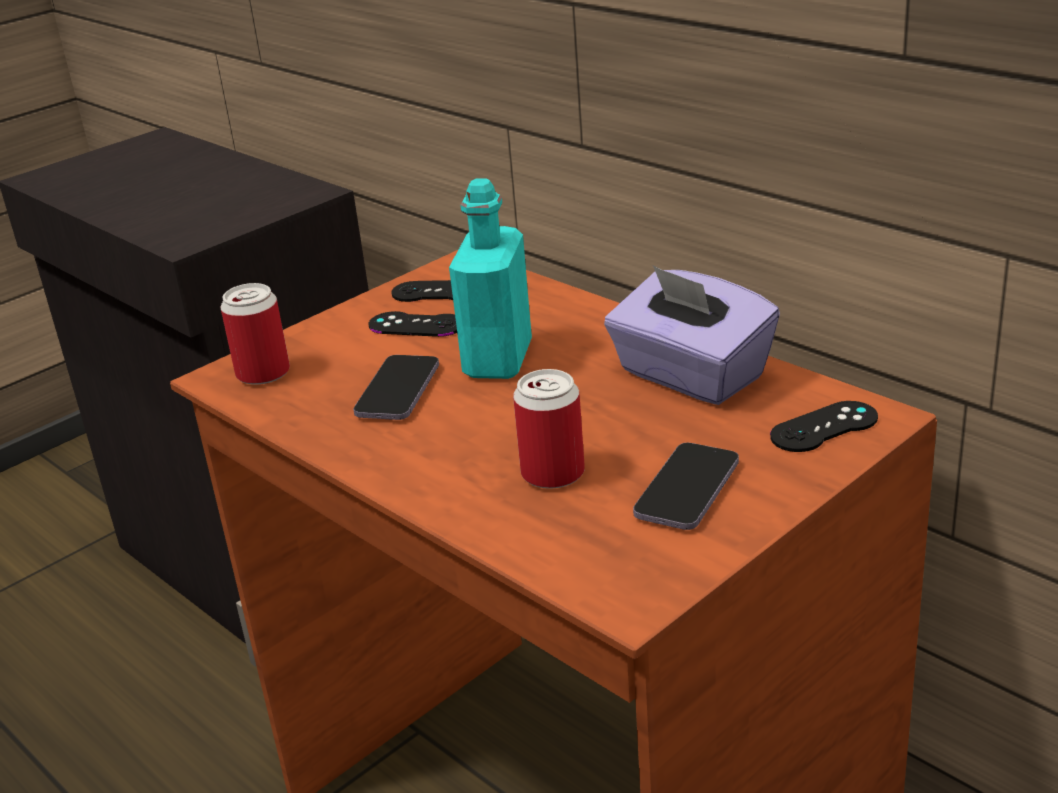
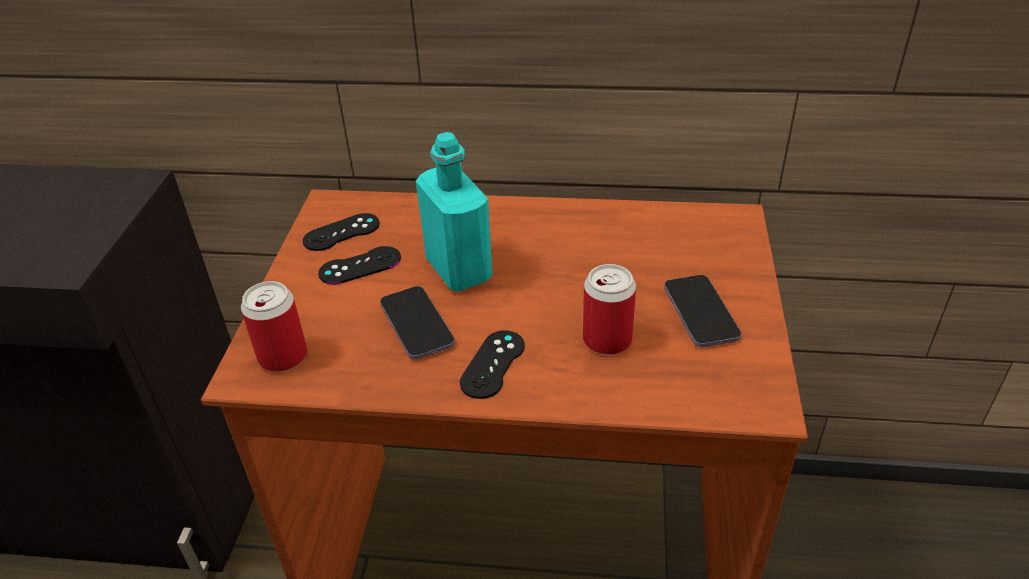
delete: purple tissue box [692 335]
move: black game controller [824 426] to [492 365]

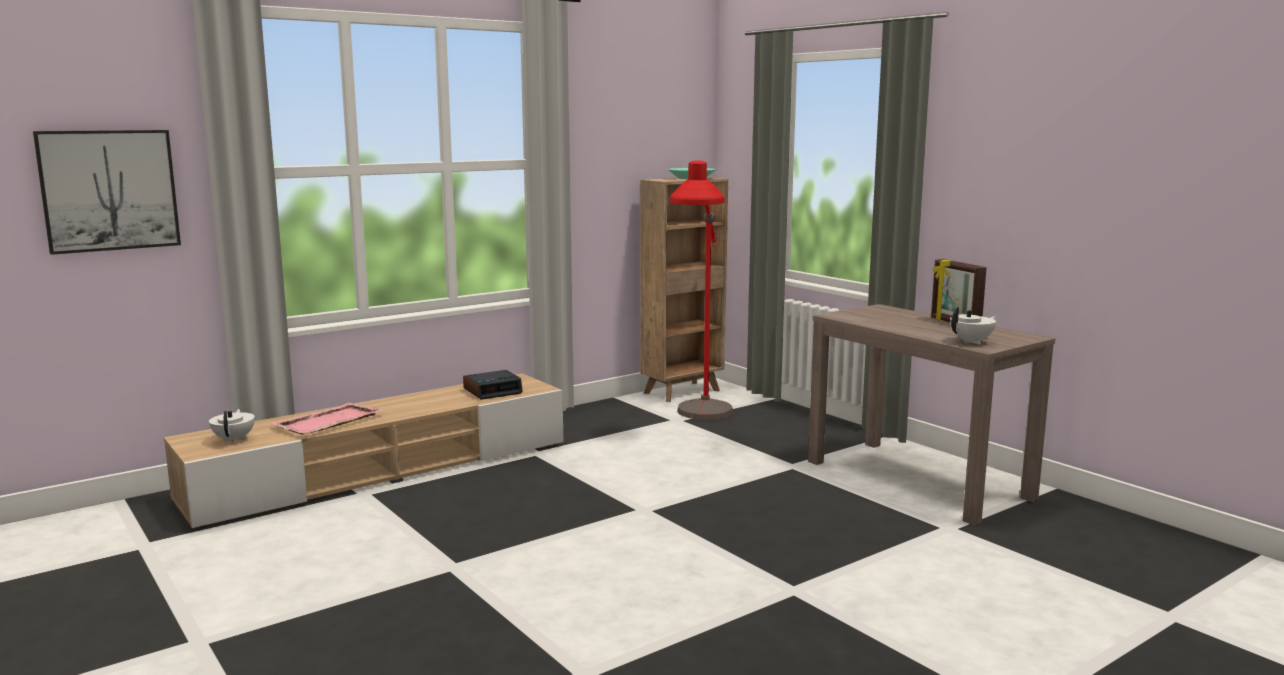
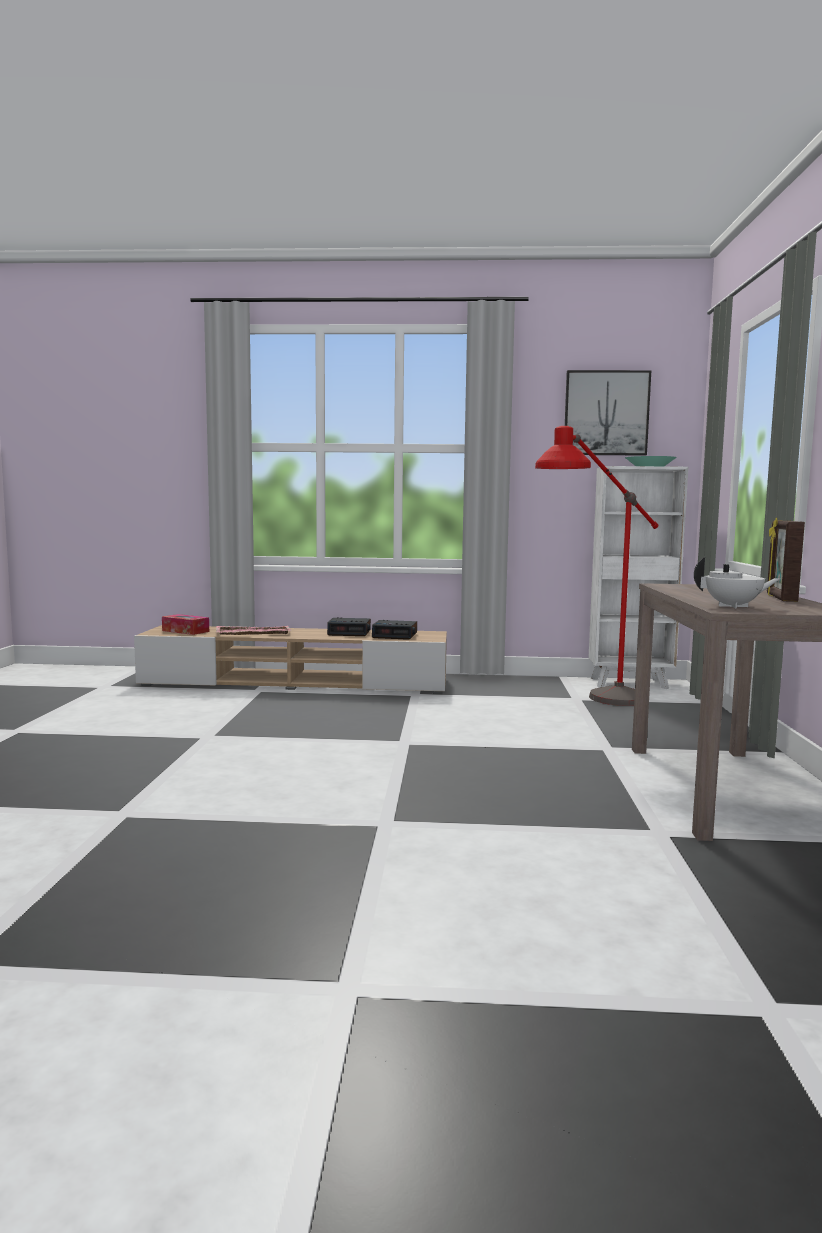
insert: alarm clock [349 626]
move: picture [107 192] to [608 413]
replace: white teapot [232 426] to tissue box [185 624]
recolor: brown bookcase [684 289] to white bookcase [638 577]

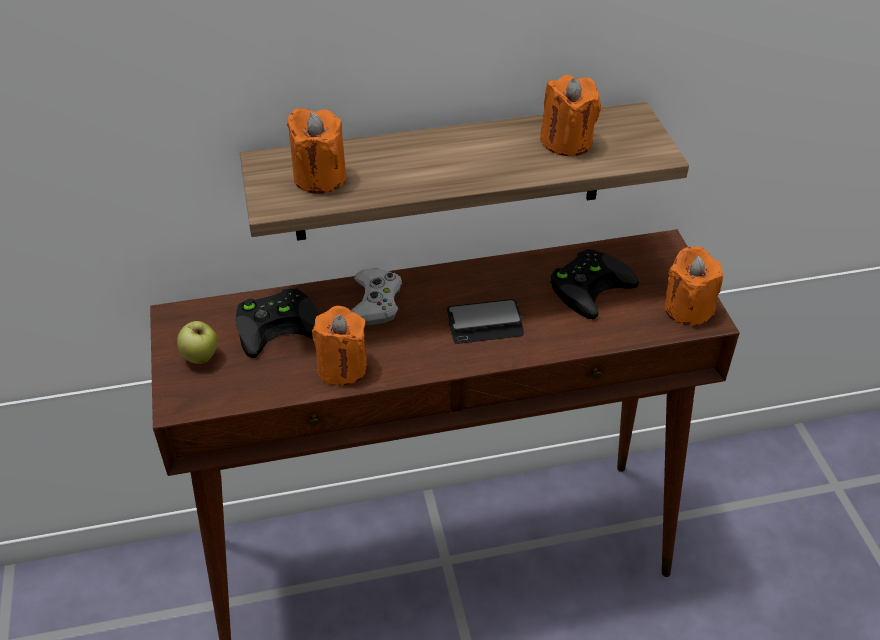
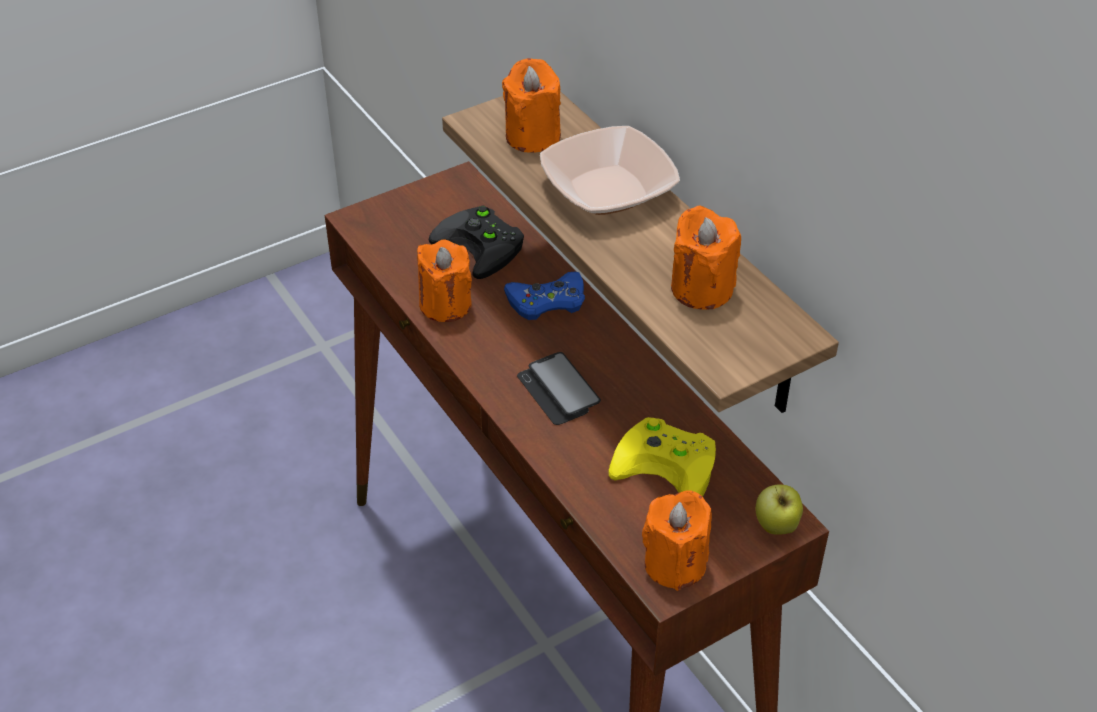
insert: bowl [610 170]
move: apple [197 342] to [779 509]
recolor: black game controller [594 284] to yellow game controller [662 457]; white game controller [376 296] to blue game controller [544 295]

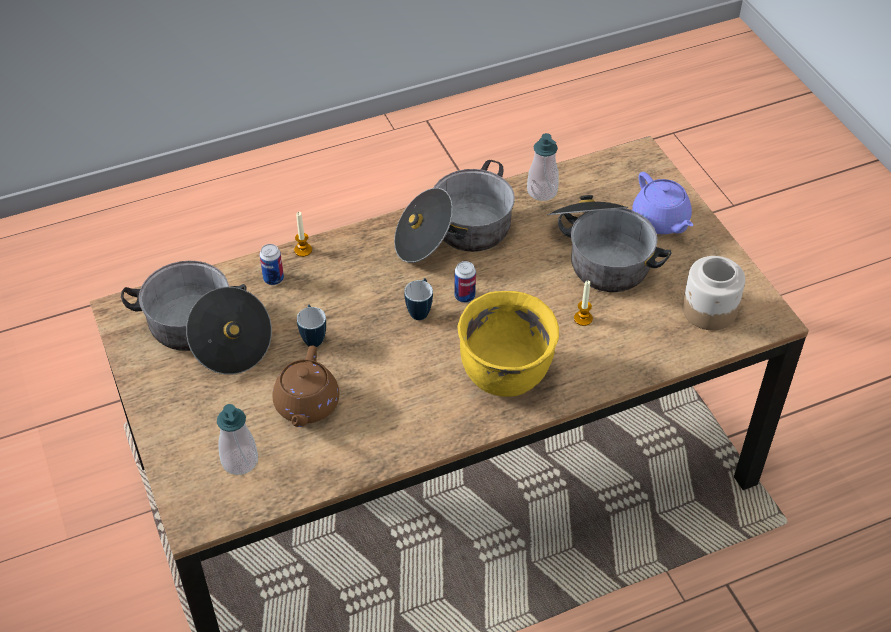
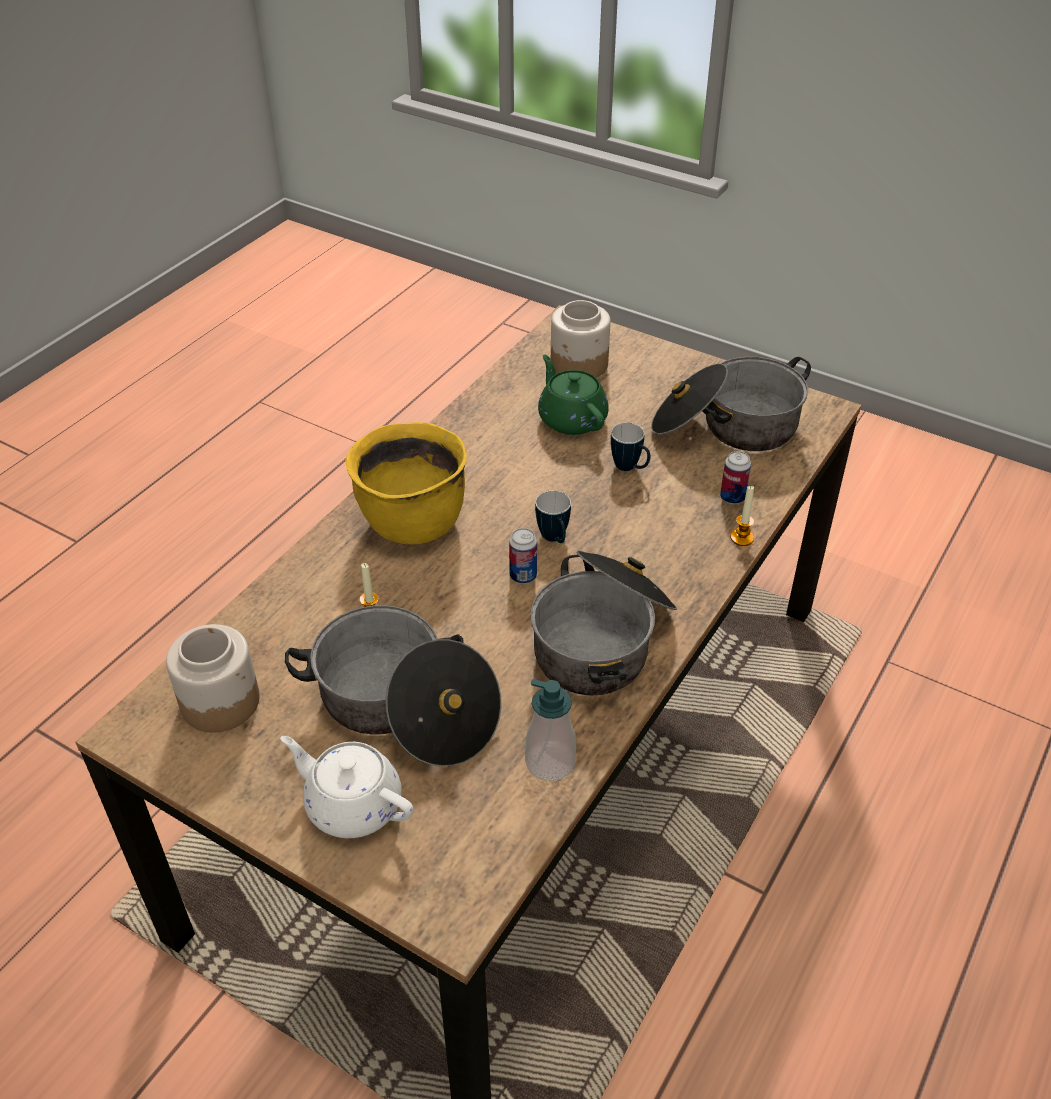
replace: soap dispenser [237 439] to jar [581 339]
recolor: purple teapot [662 203] to white teapot [347 787]; brown teapot [305 386] to green teapot [573 395]

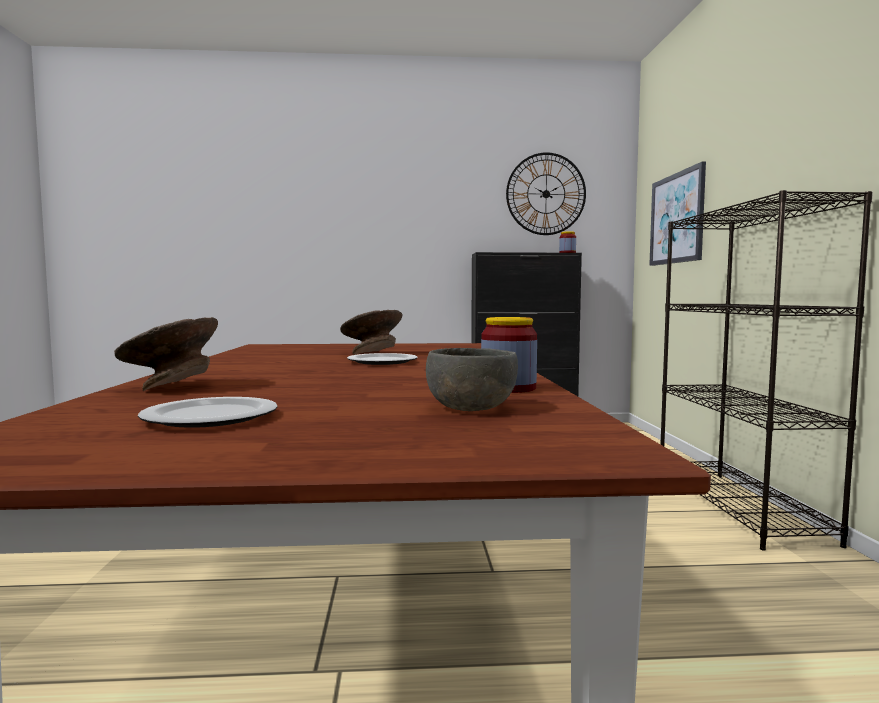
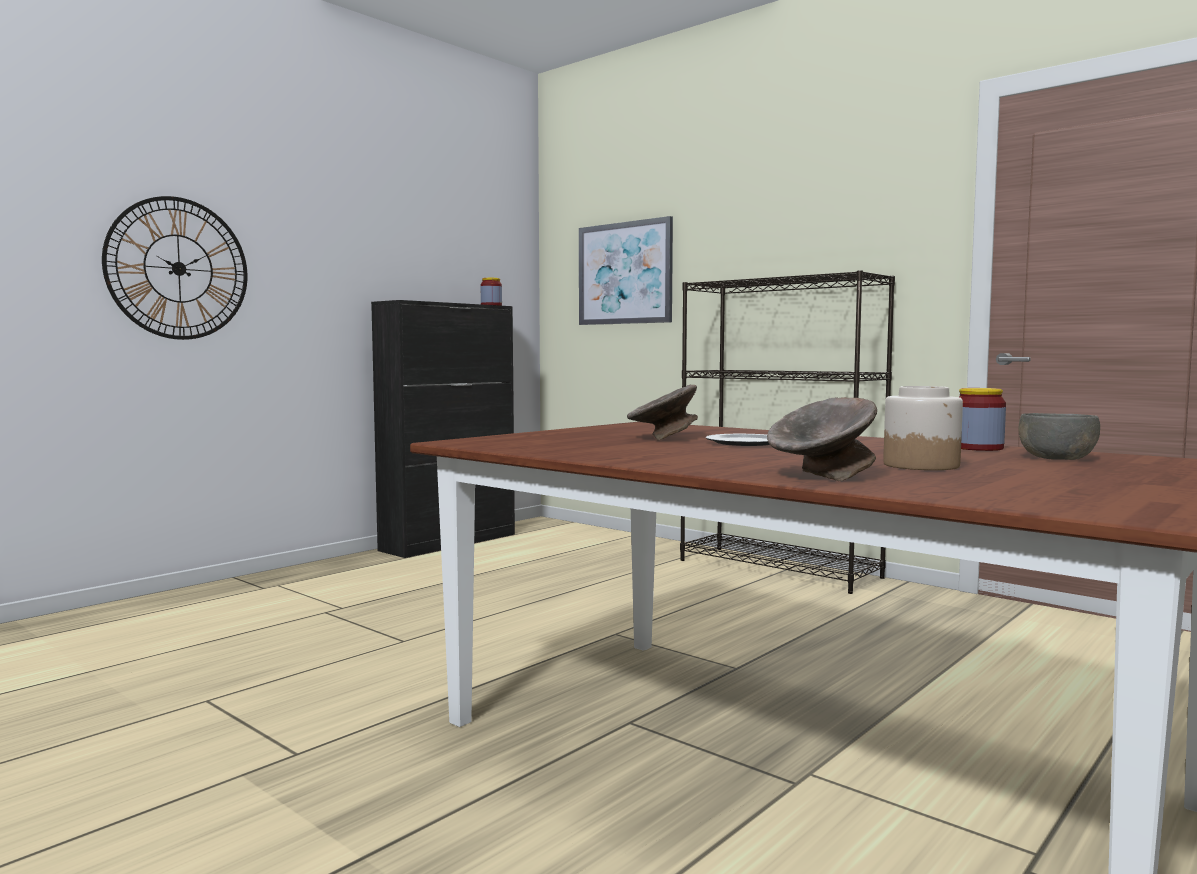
delete: plate [208 412]
insert: jar [923 428]
move: wall clock [546 193] to [175 268]

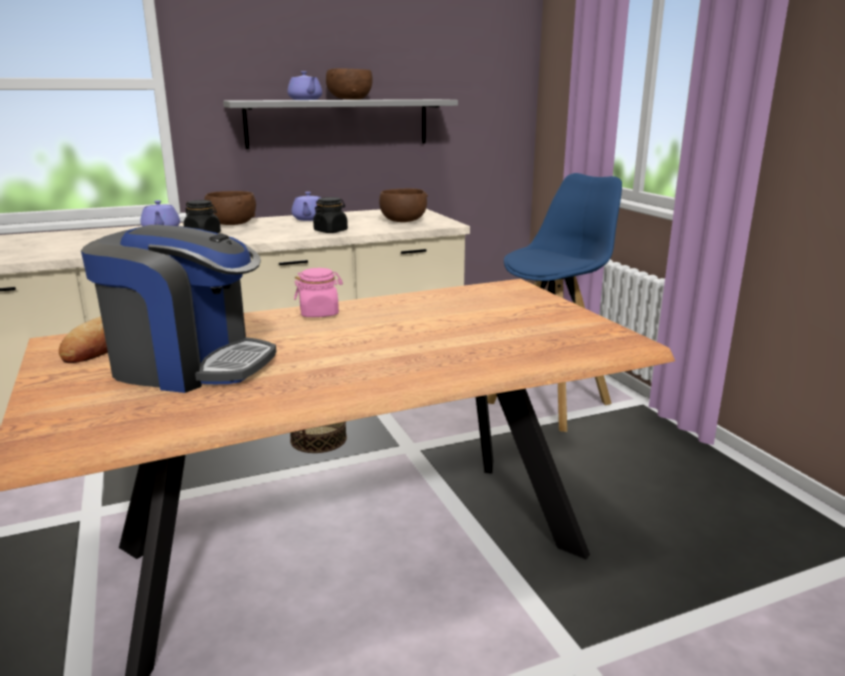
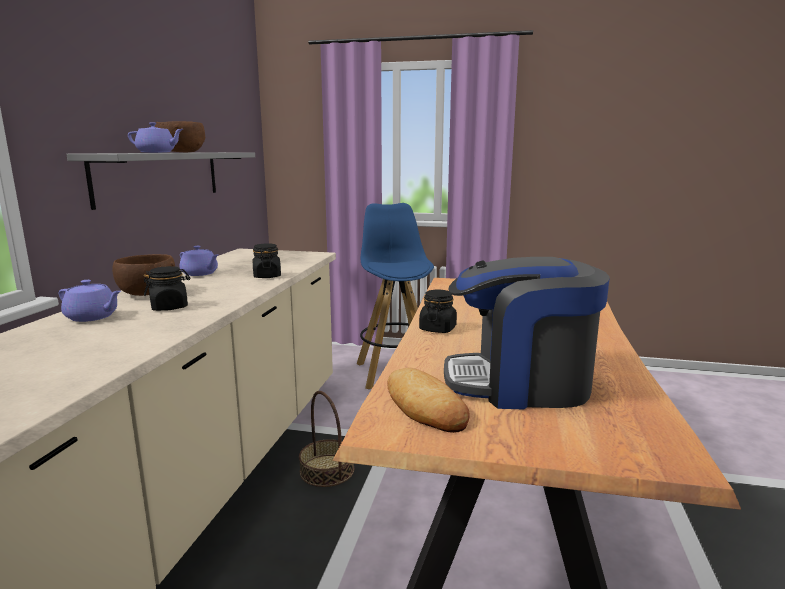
delete: brown bowl [403 205]
recolor: pink jar [318 292] to black jar [438 311]
rotate: coffee machine [178 309] = [527 333] 135 degrees counterclockwise

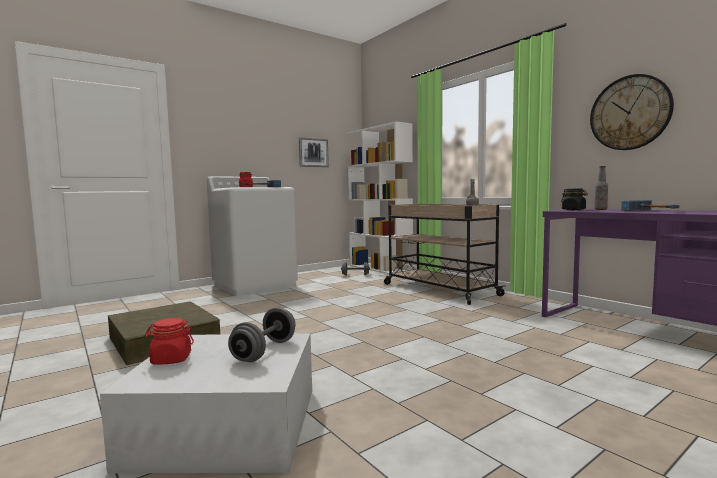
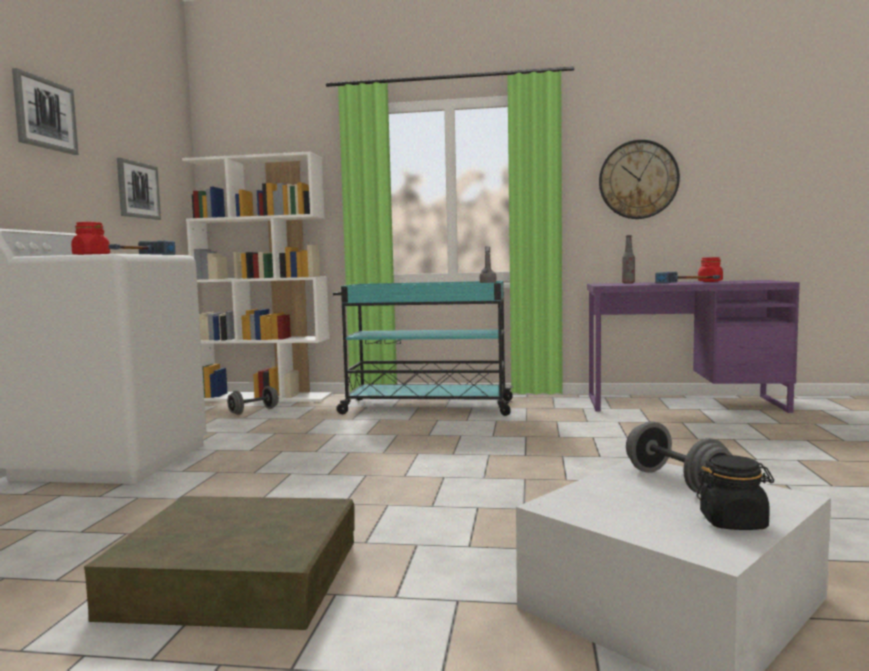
insert: picture [45 111]
move: black jar [574 199] to [735 492]; red jar [169 341] to [710 269]
recolor: beige cart [444 254] to turquoise cart [423 348]

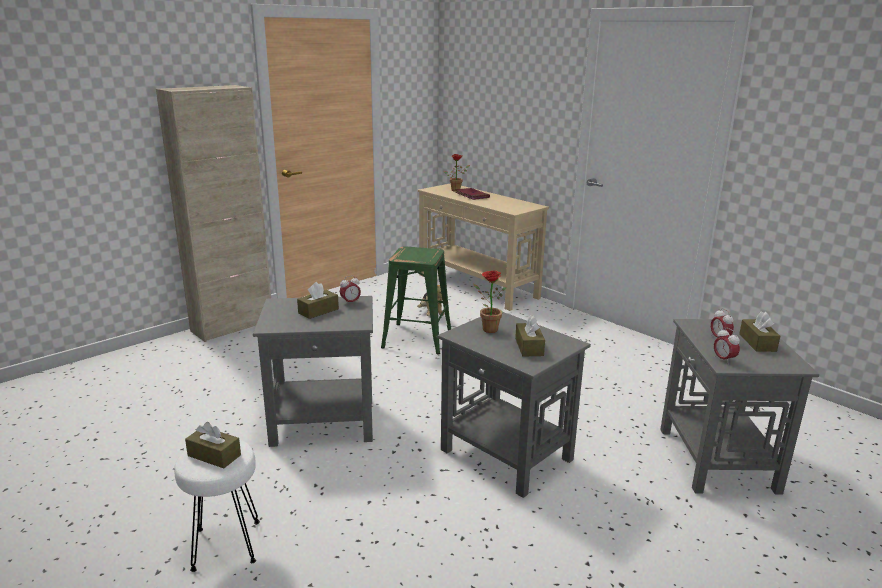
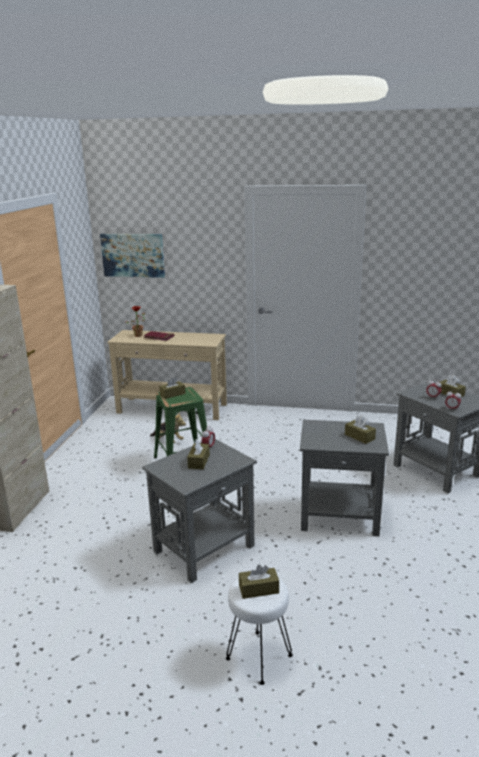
delete: potted plant [490 302]
insert: picture [132 256]; brown tissue box [172 388]

